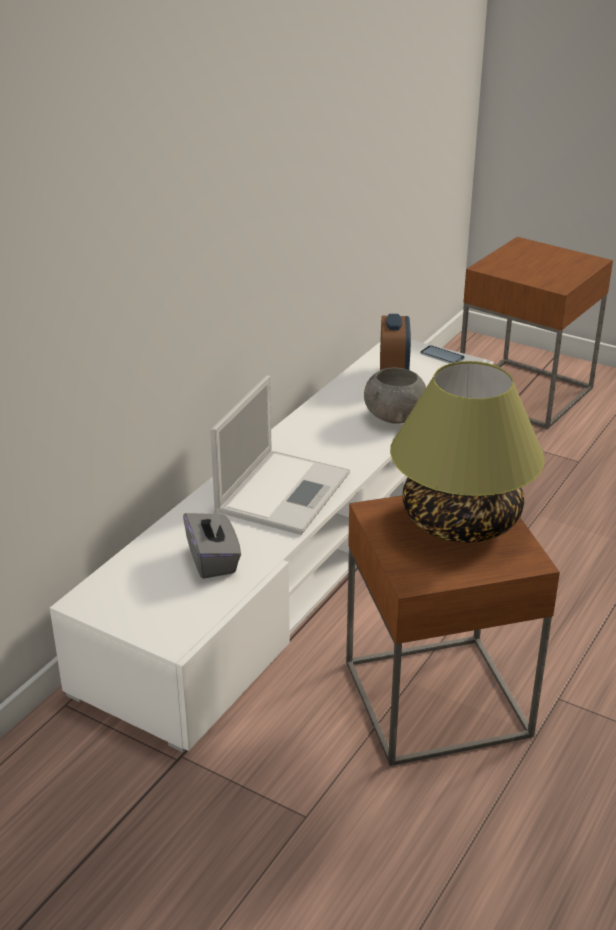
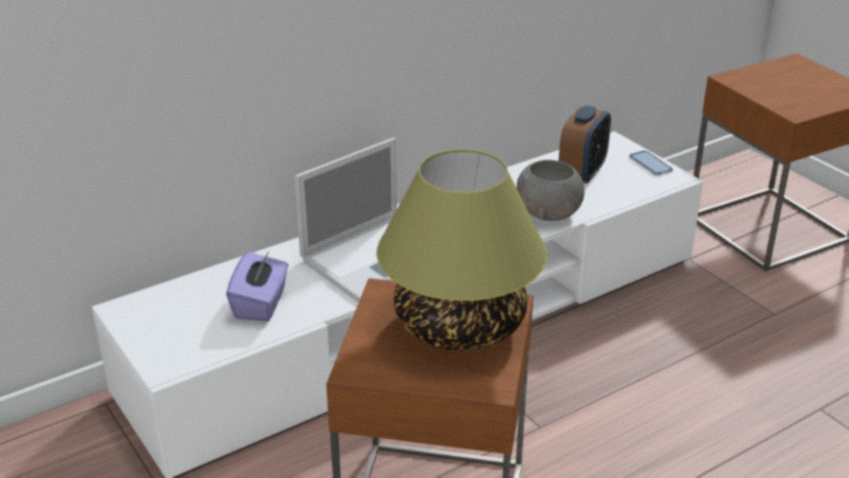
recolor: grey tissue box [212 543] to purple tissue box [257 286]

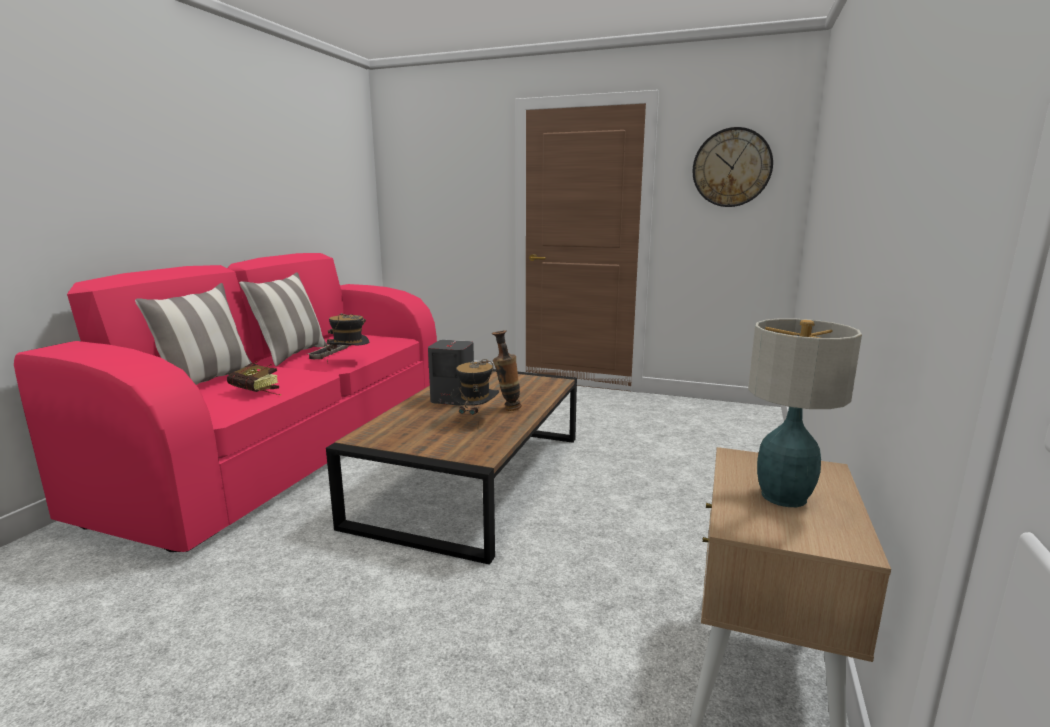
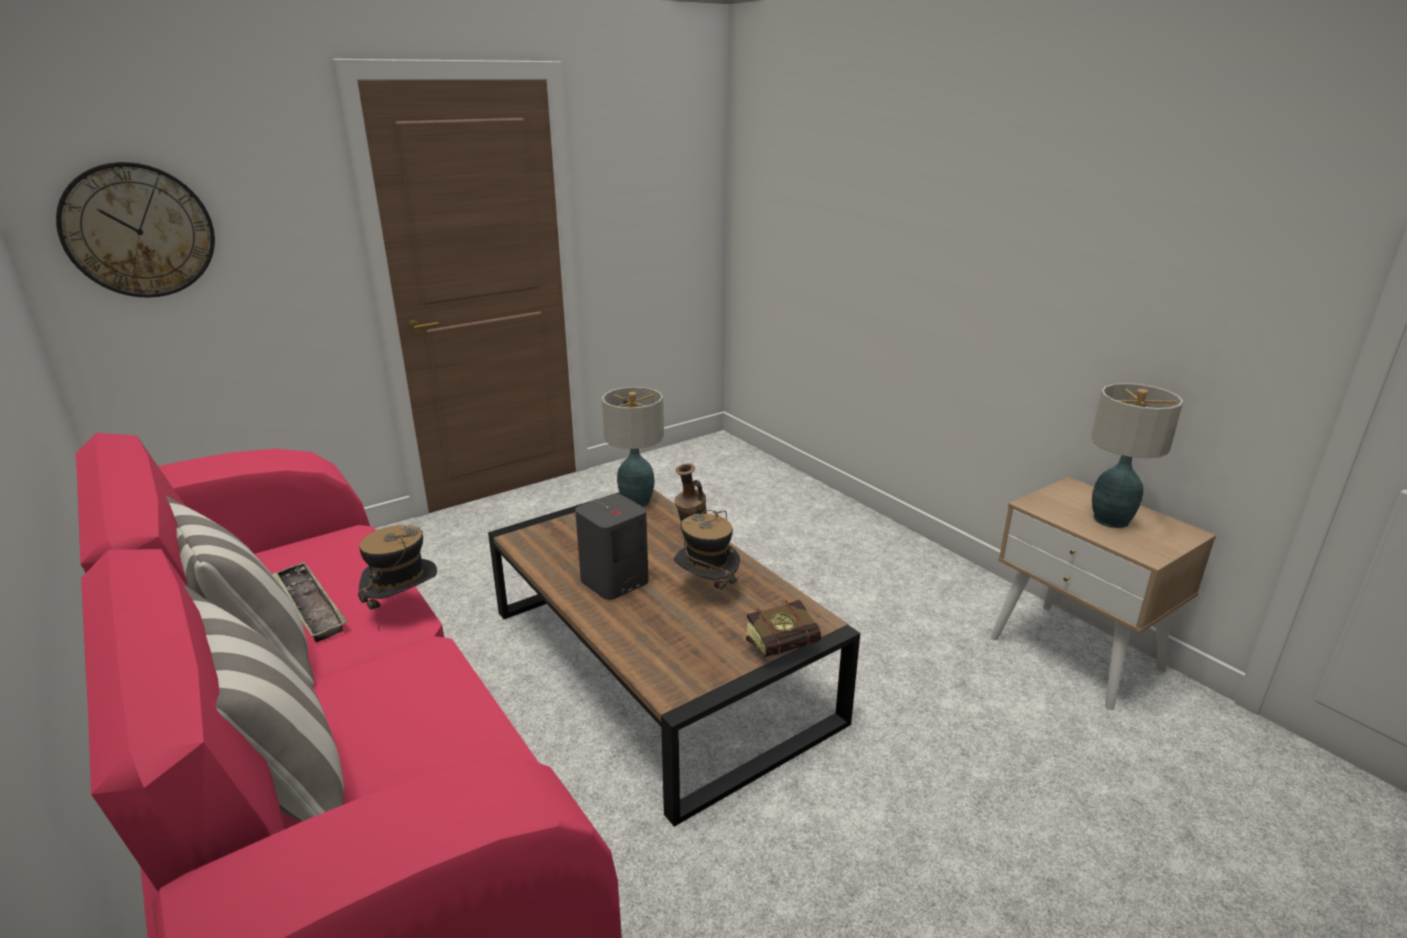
insert: table lamp [633 447]
move: wall clock [733 167] to [135 230]; book [254 379] to [783 628]

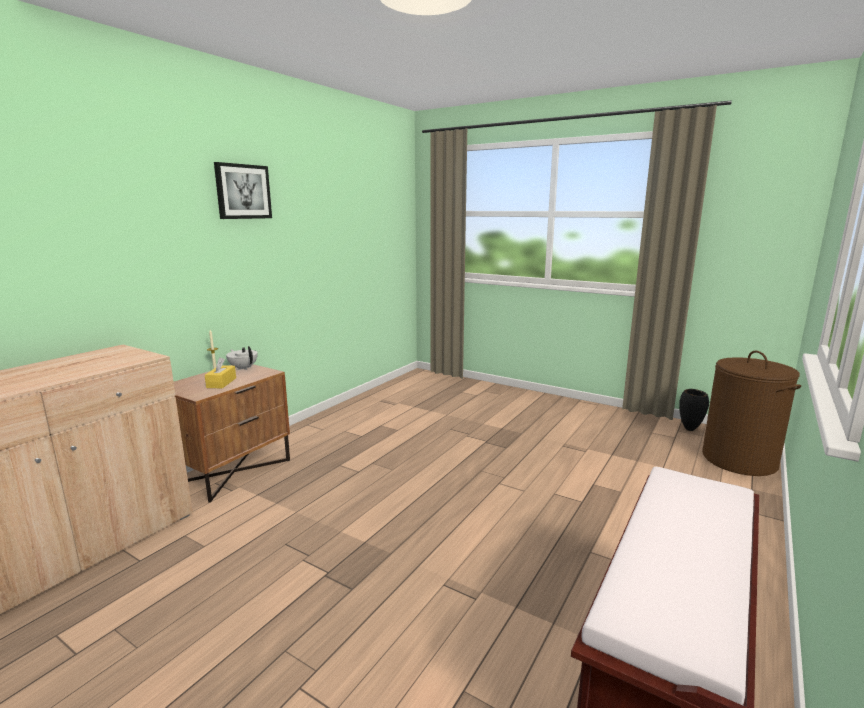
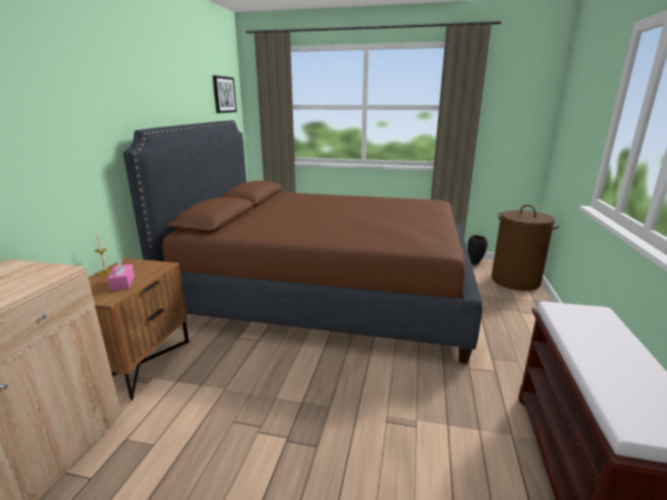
delete: white teapot [242 358]
insert: brown bed [302 241]
move: picture [243 190] to [225 94]
recolor: yellow tissue box [220 372] to pink tissue box [121 274]

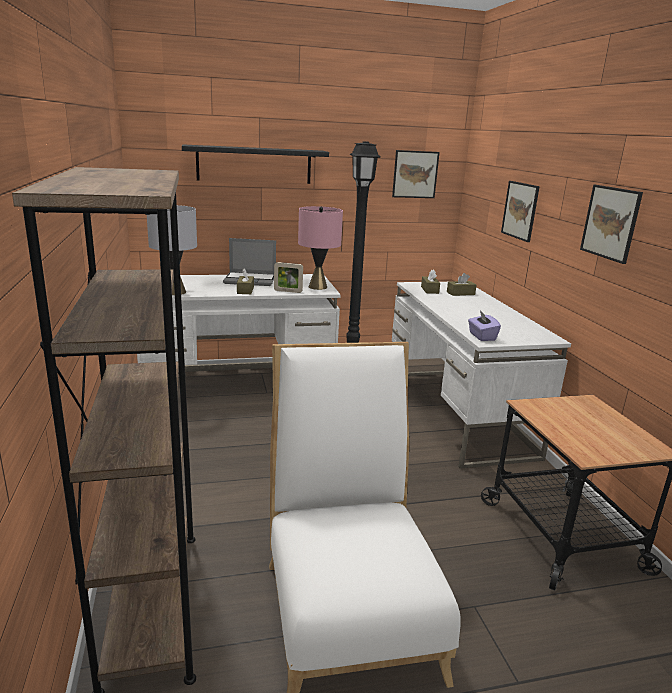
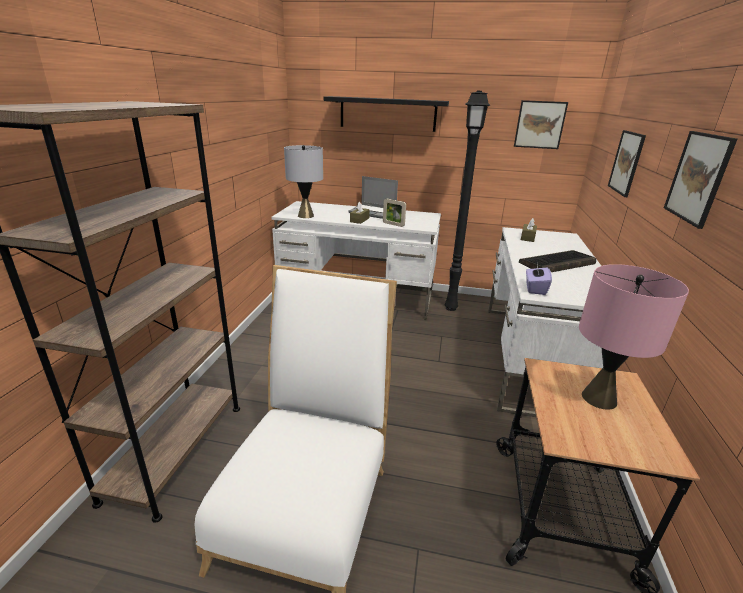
delete: brown tissue box [462 284]
insert: keyboard [557 261]
move: pink table lamp [320 248] to [634 337]

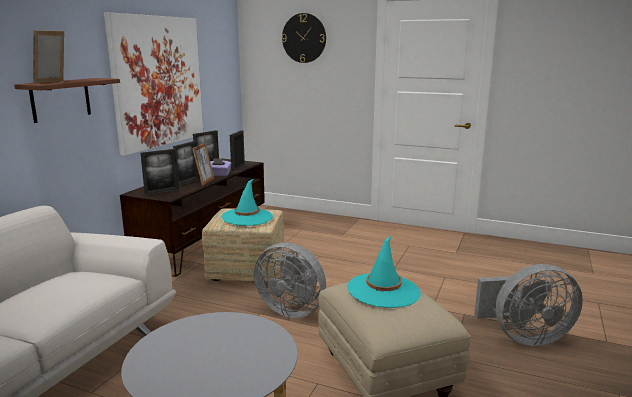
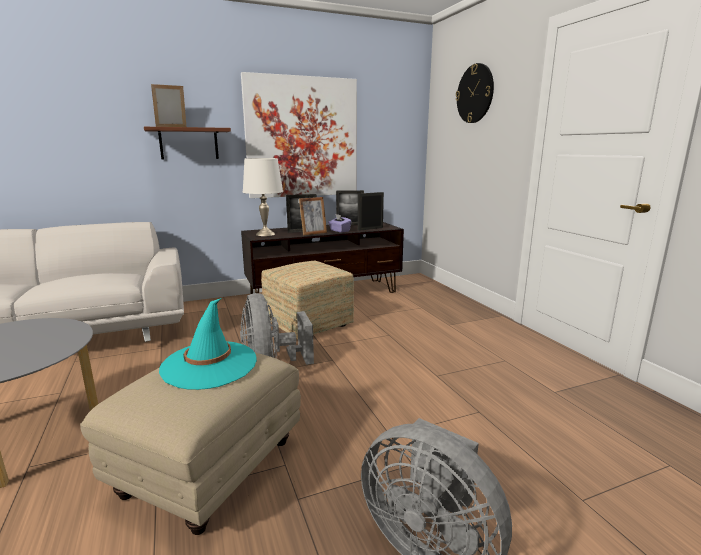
delete: turquoise hat [247 202]
replace: picture frame [160 172] to white table lamp [263 197]

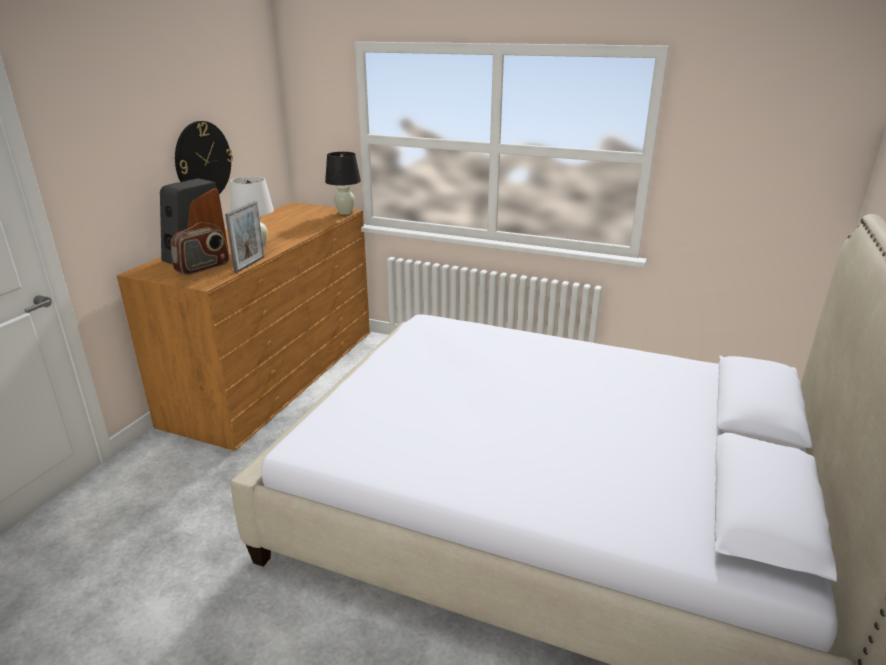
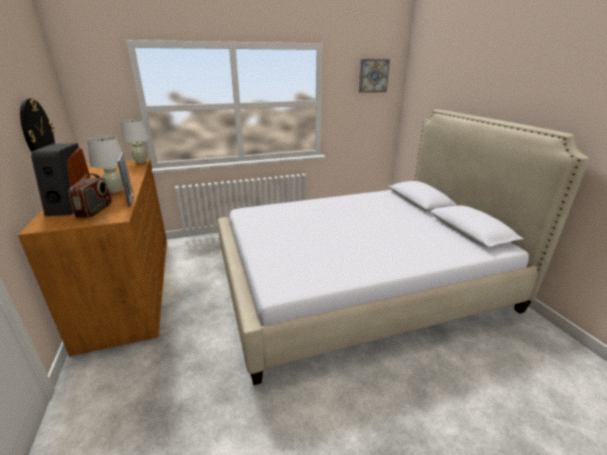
insert: picture [374 76]
recolor: black table lamp [343 183] to white table lamp [135 141]

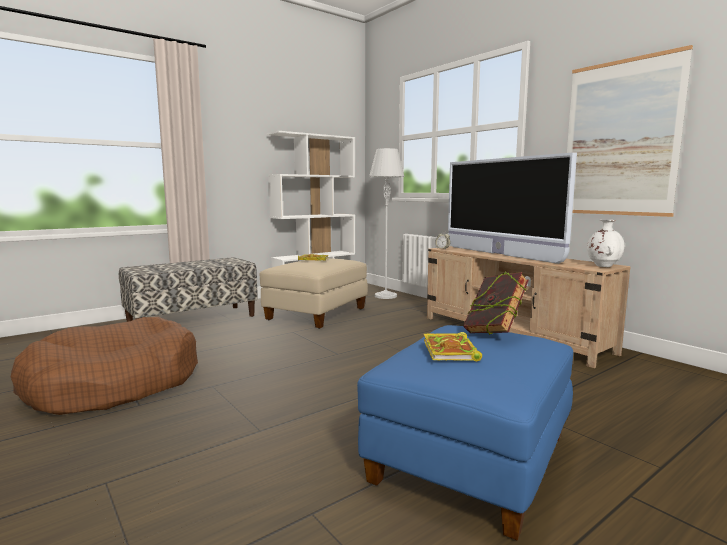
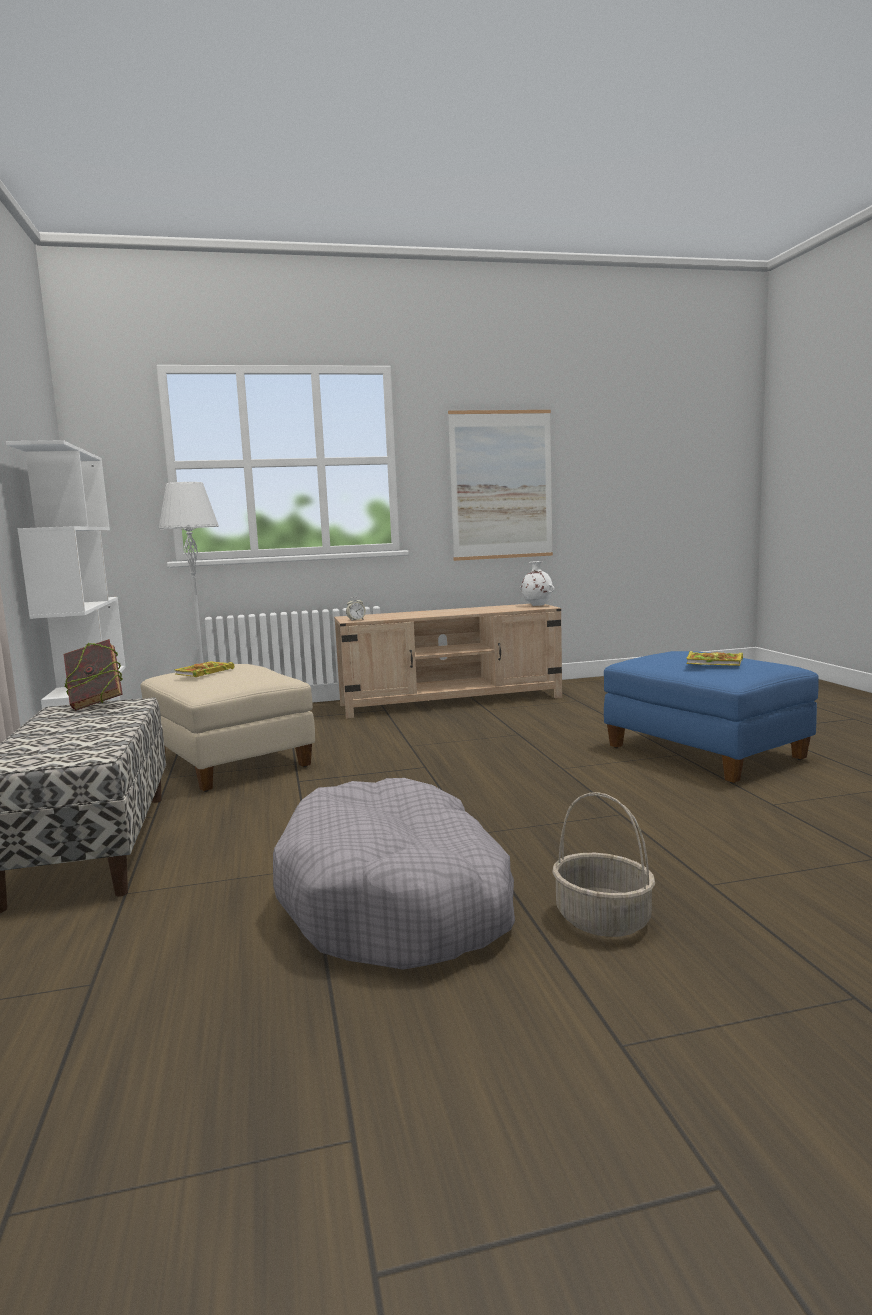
delete: television [512 208]
insert: basket [603 864]
move: book [496 303] to [93 674]
recolor: brown dog bed [104 366] to grey dog bed [394 874]

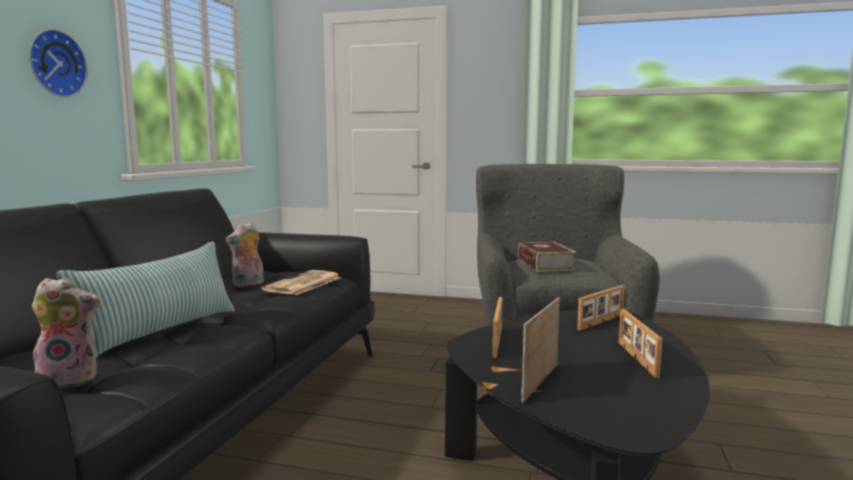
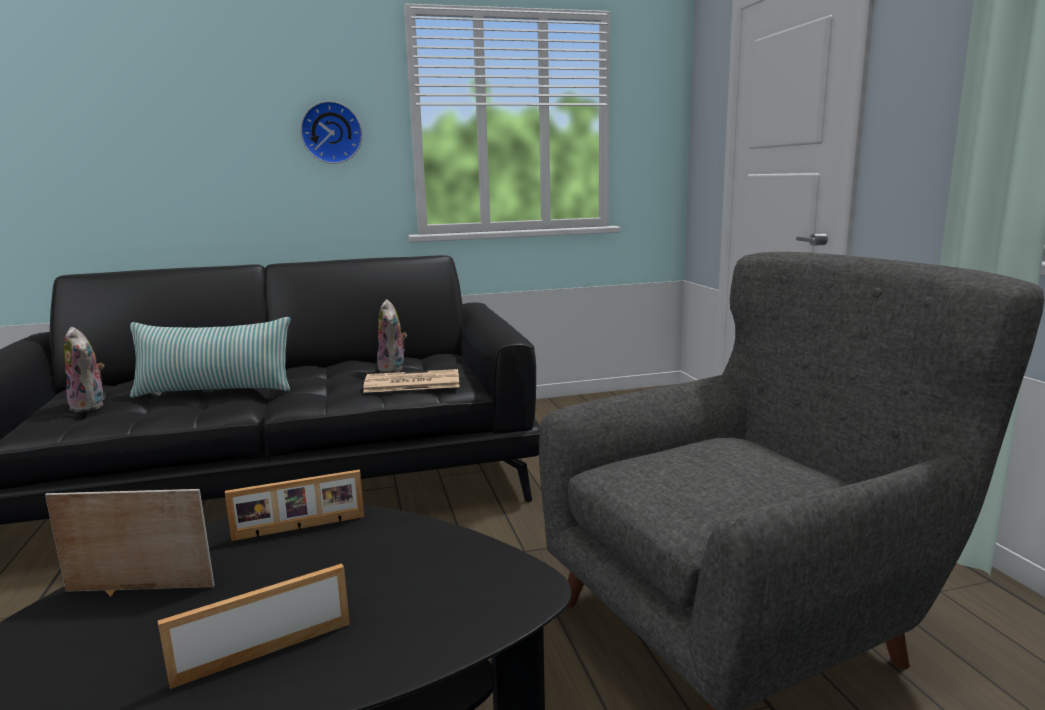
delete: book [547 257]; picture frame [601 308]
rotate: plush toy [245 254] = [392 336] 120 degrees counterclockwise

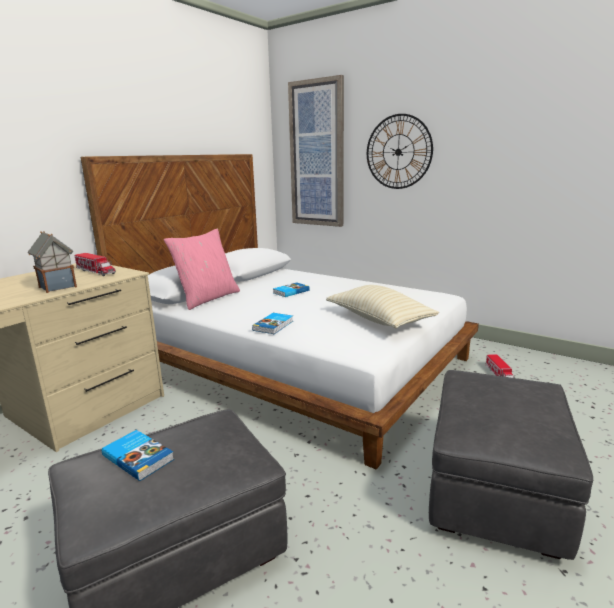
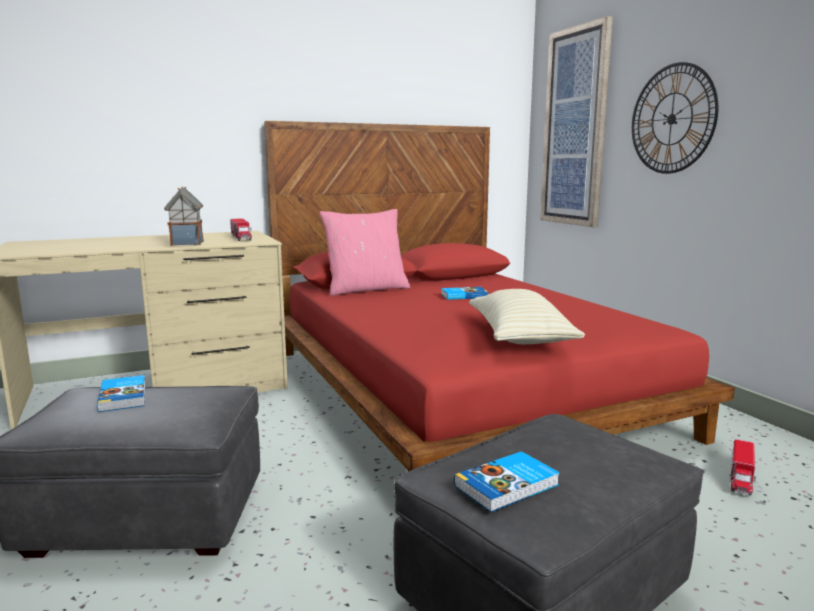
move: book [272 323] to [507 481]
recolor: white bed [280 312] to red bed [499 296]

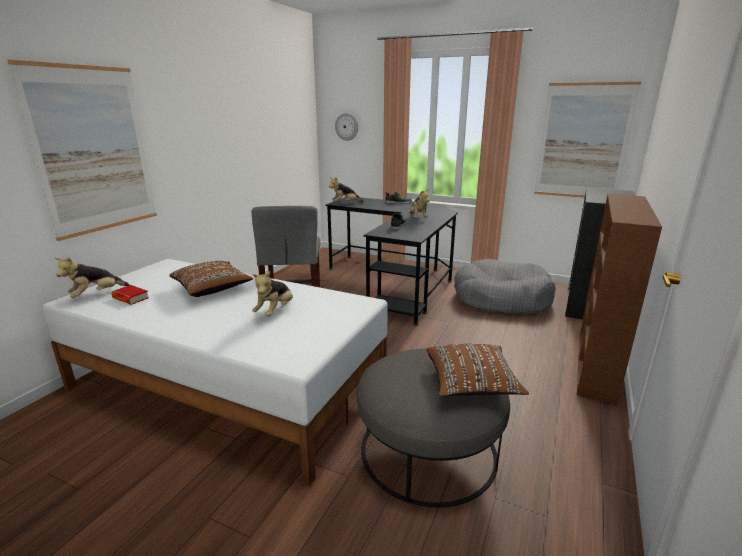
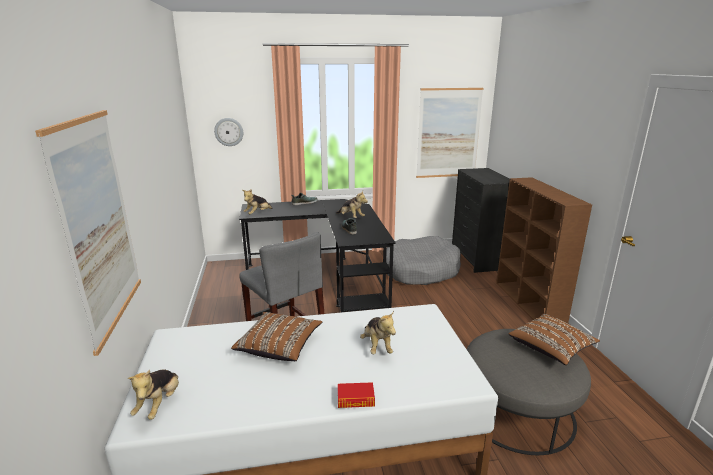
move: book [130 295] to [356 395]

